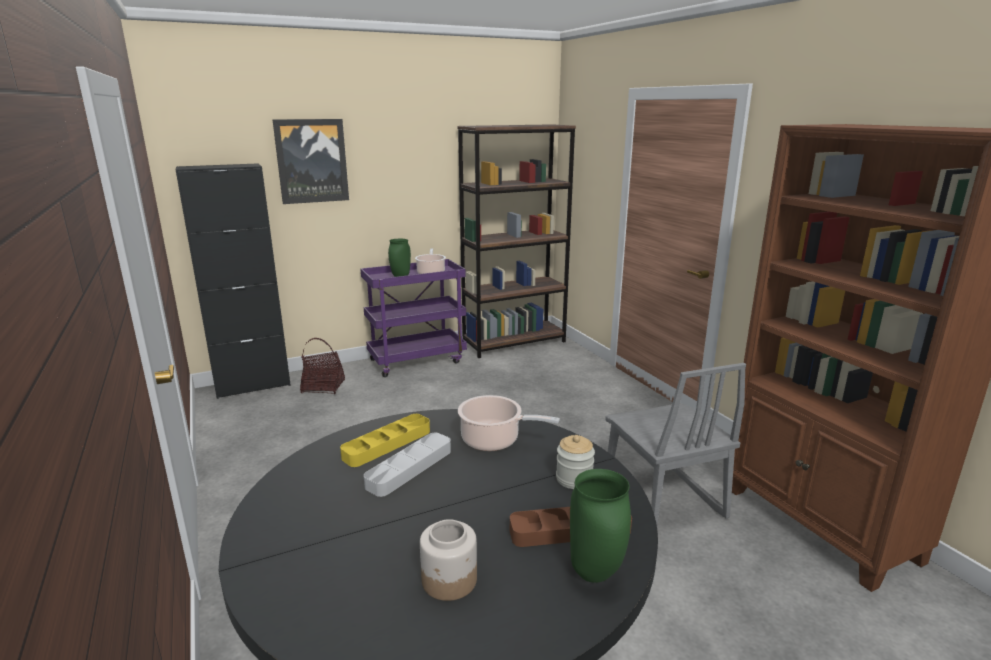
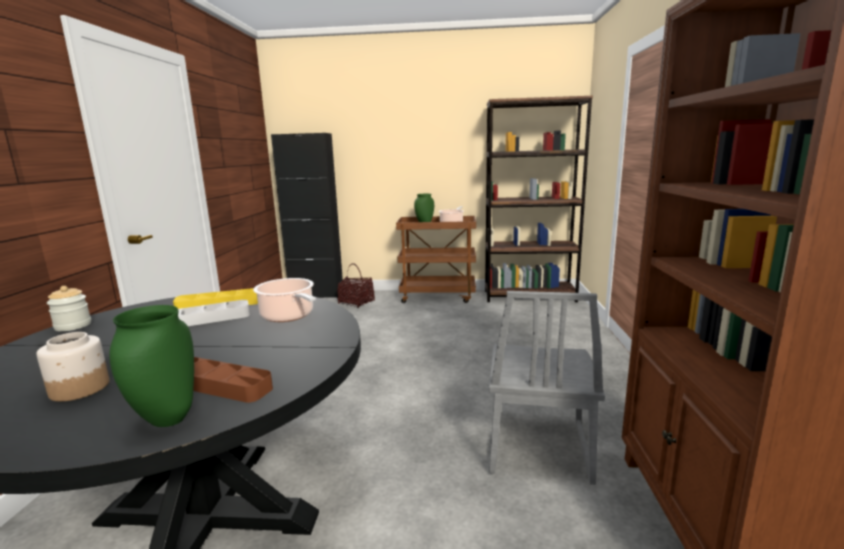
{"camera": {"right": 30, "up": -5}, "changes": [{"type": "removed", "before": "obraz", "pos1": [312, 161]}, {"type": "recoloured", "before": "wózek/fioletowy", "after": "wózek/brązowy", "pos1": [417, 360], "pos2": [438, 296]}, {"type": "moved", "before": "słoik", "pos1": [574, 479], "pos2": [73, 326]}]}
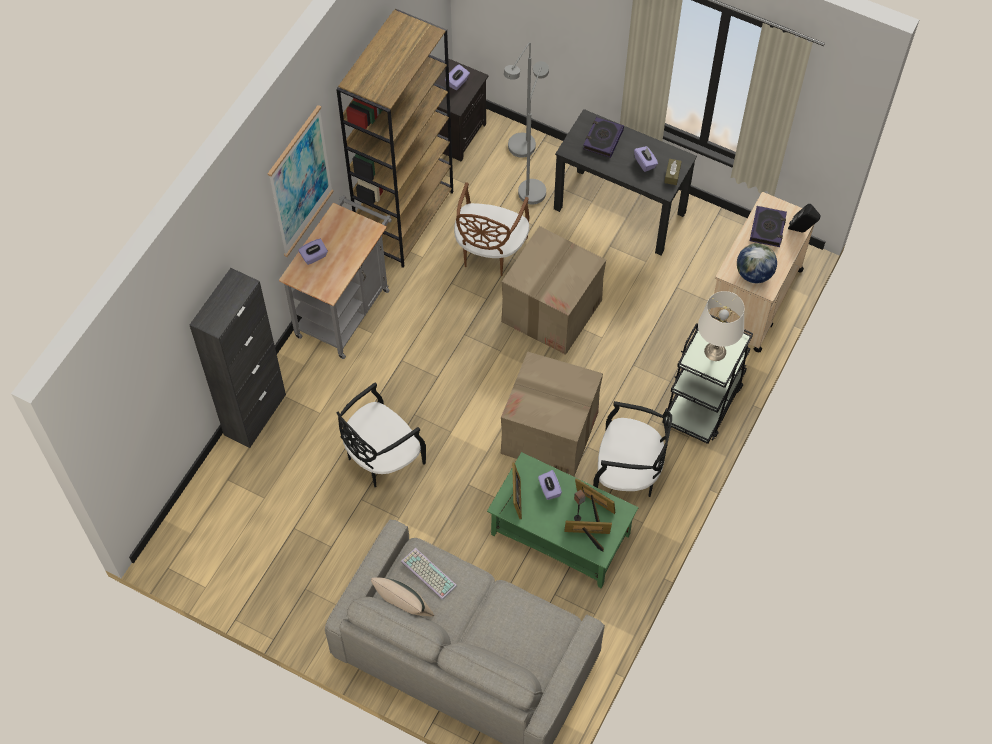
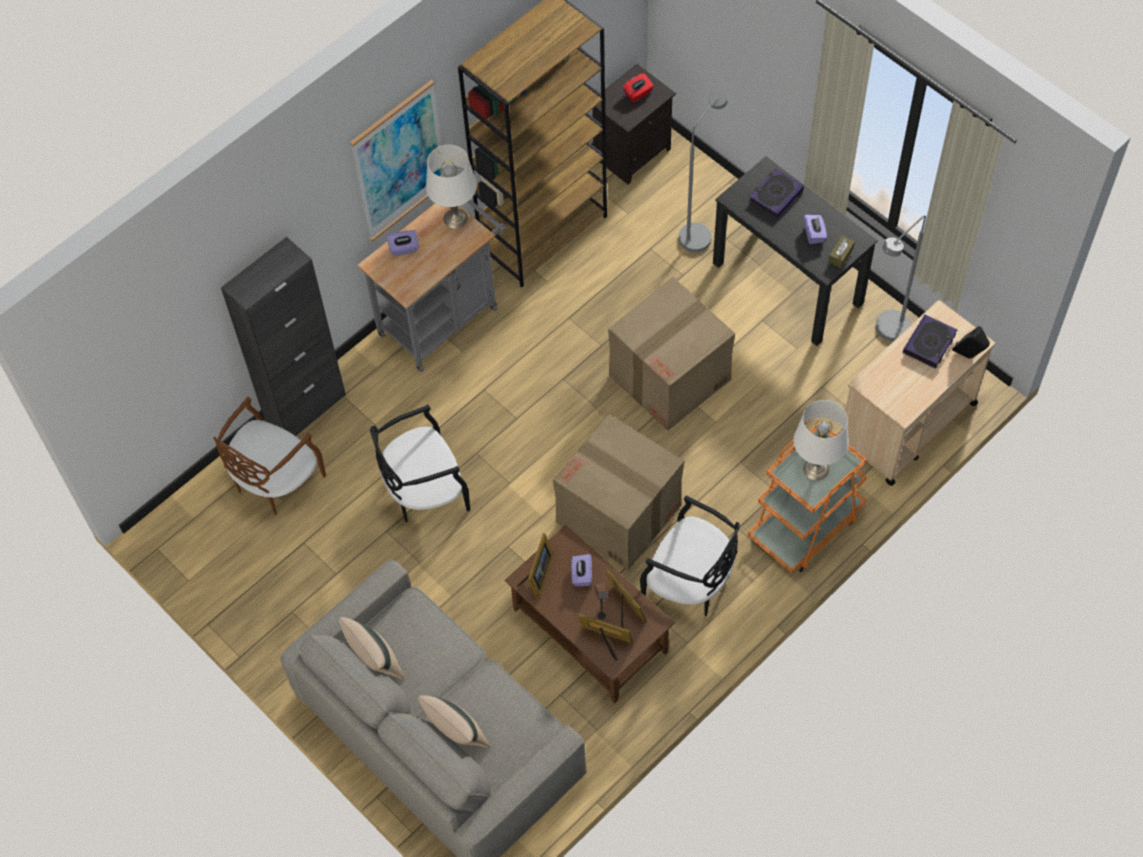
{"camera": {"right": 20, "up": 0}, "changes": [{"type": "removed", "before": "klawiatura", "pos1": [427, 574]}, {"type": "recoloured", "before": "pudełko chusteczek/fioletowy", "after": "pudełko chusteczek/czerwony", "pos1": [457, 82], "pos2": [638, 93]}, {"type": "moved", "before": "krzesło/brązowy", "pos1": [489, 251], "pos2": [275, 481]}, {"type": "recoloured", "before": "ława/zielony", "after": "ława/brązowy", "pos1": [559, 534], "pos2": [588, 630]}, {"type": "moved", "before": "lampa stojąca/szary", "pos1": [519, 152], "pos2": [887, 334]}, {"type": "recoloured", "before": "wózek/czarny", "after": "wózek/pomarańczowy", "pos1": [703, 402], "pos2": [805, 525]}, {"type": "removed", "before": "globus", "pos1": [753, 274]}, {"type": "added", "after": "poduszka/beżowy", "pos2": [456, 734]}, {"type": "added", "after": "lampa stołowa/biały", "pos2": [455, 218]}]}
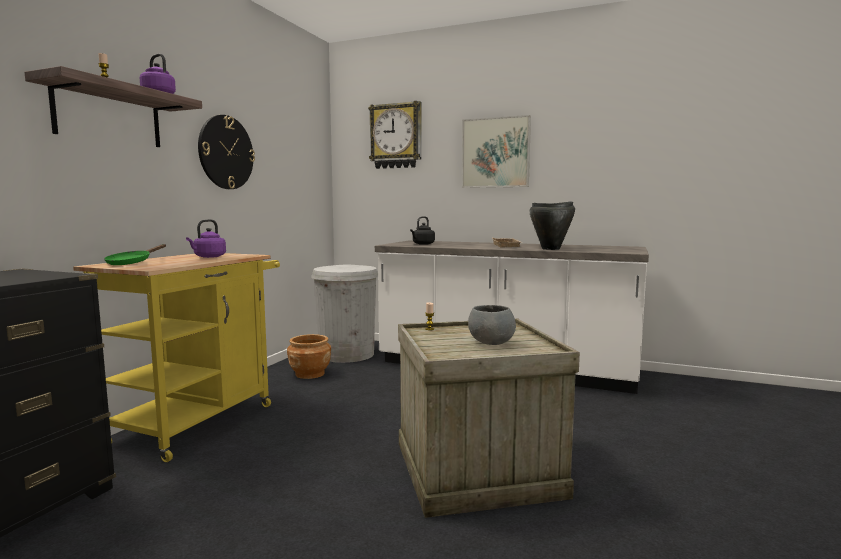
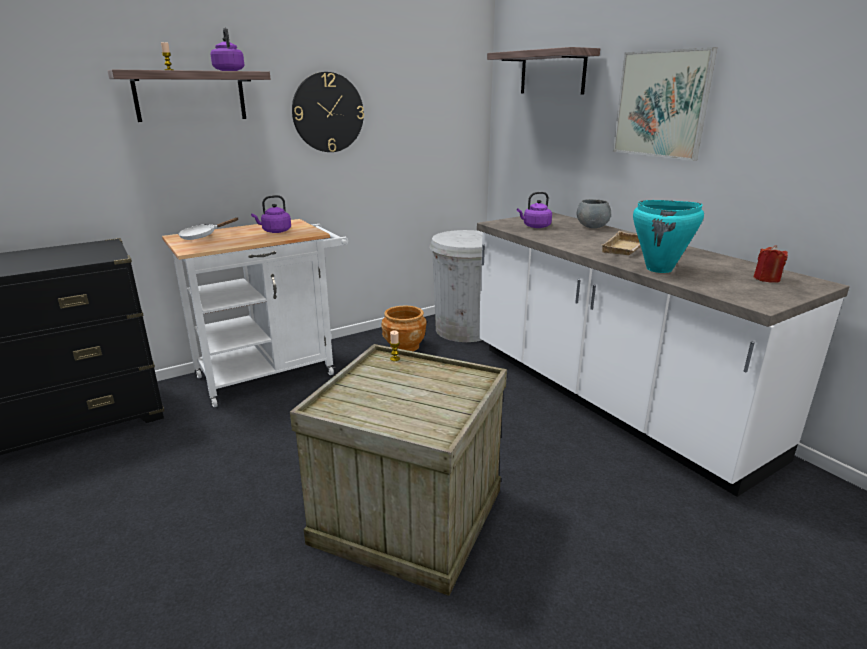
{"camera": {"right": 35, "up": 15}, "changes": [{"type": "recoloured", "before": "wózek/żółty", "after": "wózek/biały", "pos1": [201, 420], "pos2": [274, 373]}, {"type": "recoloured", "before": "patelnia/zielony", "after": "patelnia/biały", "pos1": [132, 263], "pos2": [202, 236]}, {"type": "replaced", "before": "zegar ścienny", "after": "półka", "pos1": [396, 136], "pos2": [552, 72]}, {"type": "recoloured", "before": "czajnik/czarny", "after": "czajnik/fioletowy", "pos1": [422, 244], "pos2": [535, 226]}, {"type": "moved", "before": "miska/szary", "pos1": [491, 343], "pos2": [592, 227]}, {"type": "recoloured", "before": "garnek/czarny", "after": "garnek/turkusowy", "pos1": [551, 249], "pos2": [659, 269]}, {"type": "added", "after": "świeca/czerwony", "pos2": [766, 279]}]}
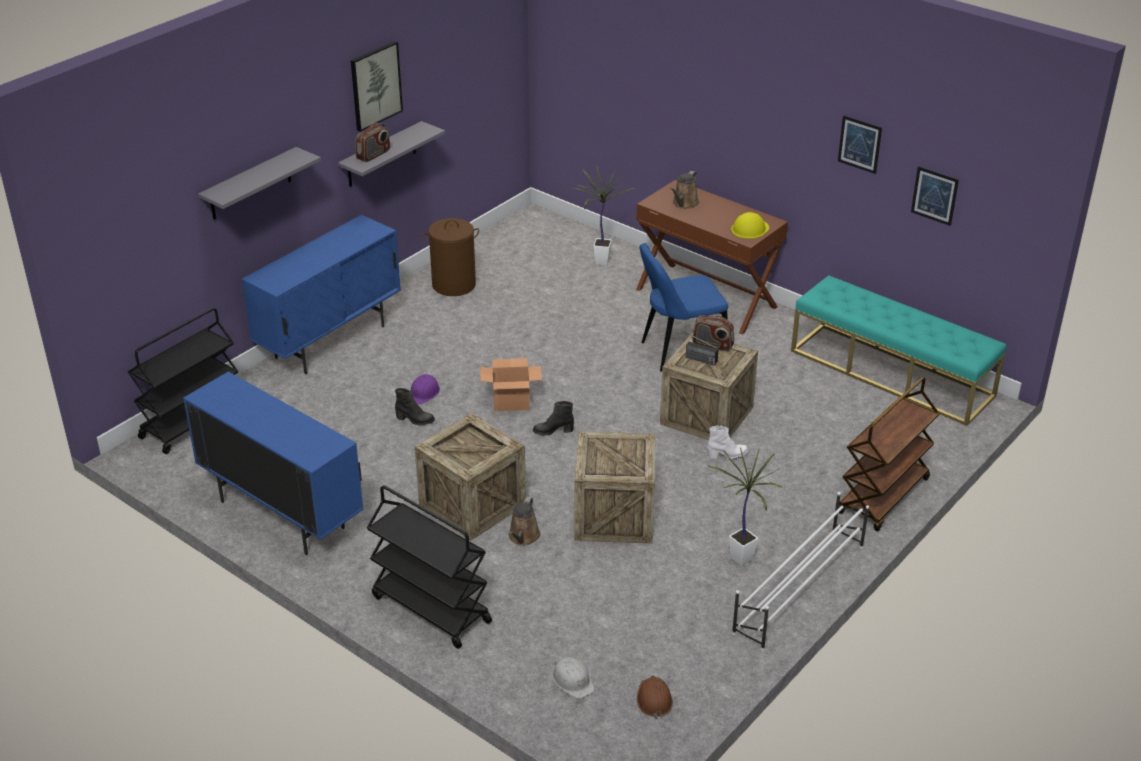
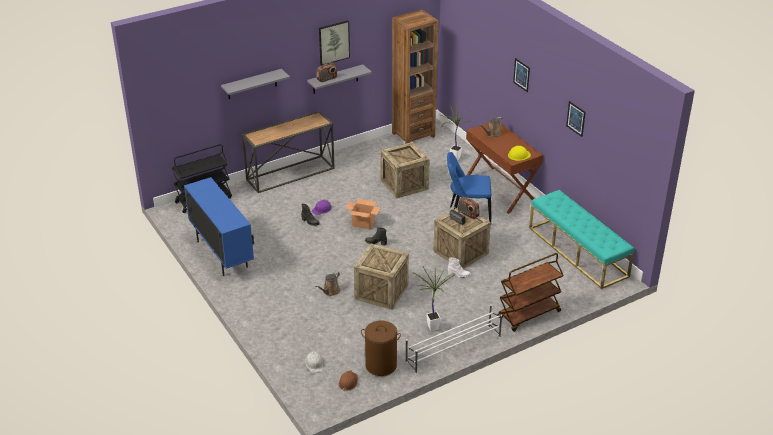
{"camera": {"right": 20, "up": 0}, "changes": [{"type": "replaced", "before": "szafka/niebieski", "after": "stolik konsolowy", "pos1": [330, 342], "pos2": [290, 173]}, {"type": "removed", "before": "wózek/czarny", "pos1": [430, 609]}, {"type": "moved", "before": "skrzynka", "pos1": [472, 505], "pos2": [404, 184]}, {"type": "moved", "before": "kosz na pranie/brązowy", "pos1": [453, 285], "pos2": [380, 365]}, {"type": "moved", "before": "obraz", "pos1": [934, 195], "pos2": [521, 75]}, {"type": "added", "after": "regał/brązowy", "pos2": [413, 135]}]}
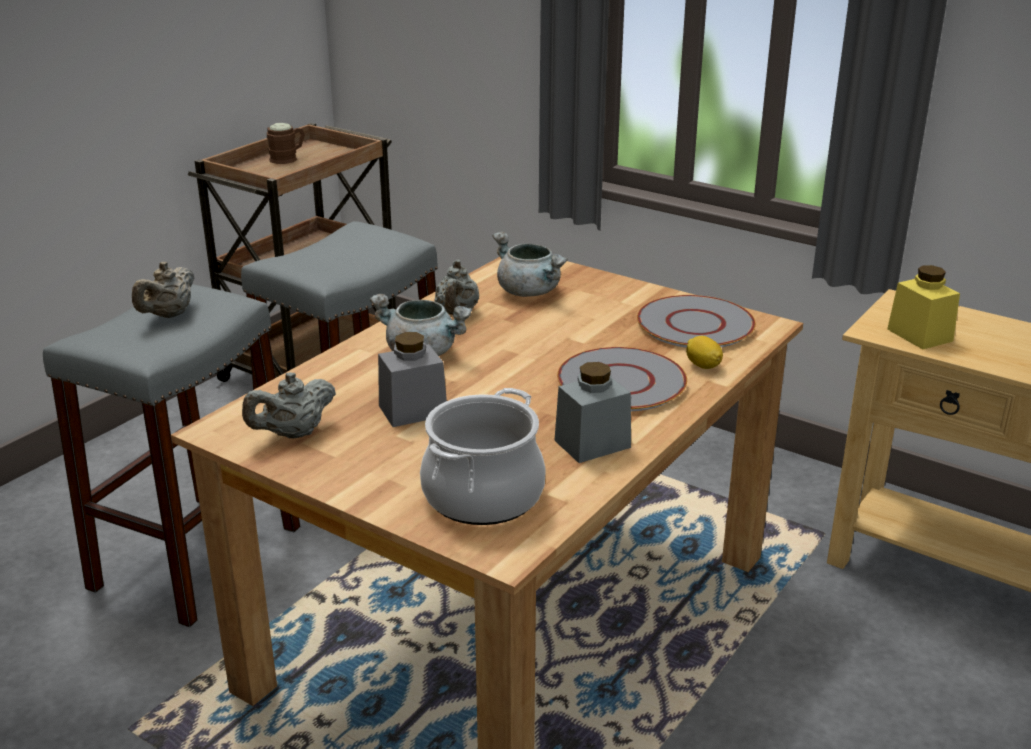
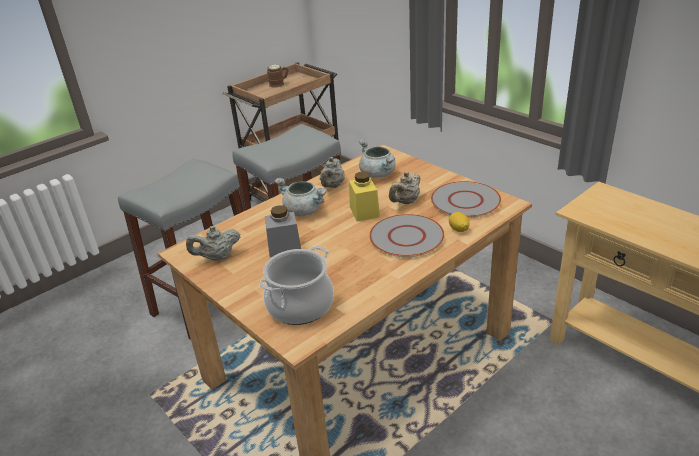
{"camera": {"right": 15, "up": 5}, "changes": [{"type": "moved", "before": "imbryk/beżowy", "pos1": [169, 315], "pos2": [405, 202]}, {"type": "removed", "before": "słoik/szary", "pos1": [592, 444]}, {"type": "moved", "before": "słoik/żółty", "pos1": [919, 335], "pos2": [364, 211]}]}
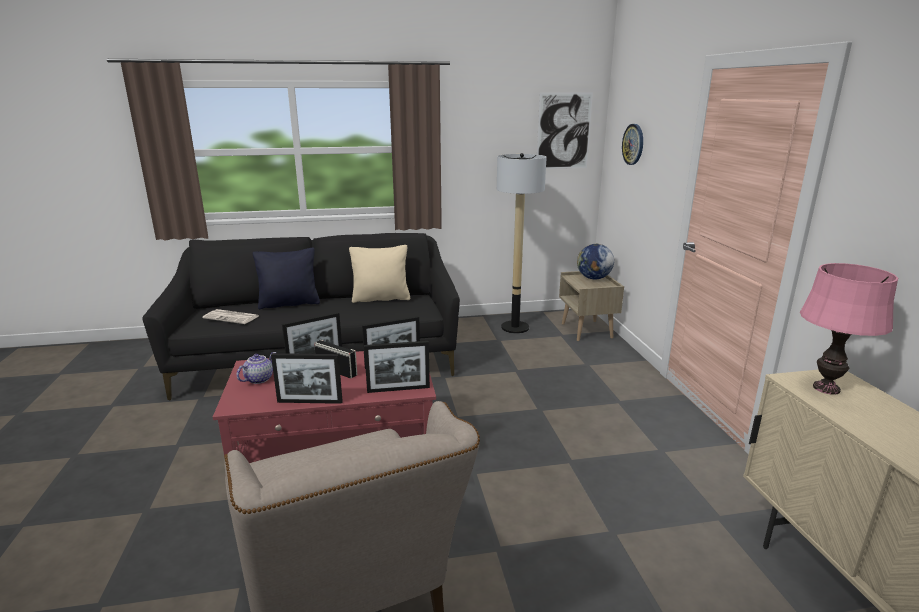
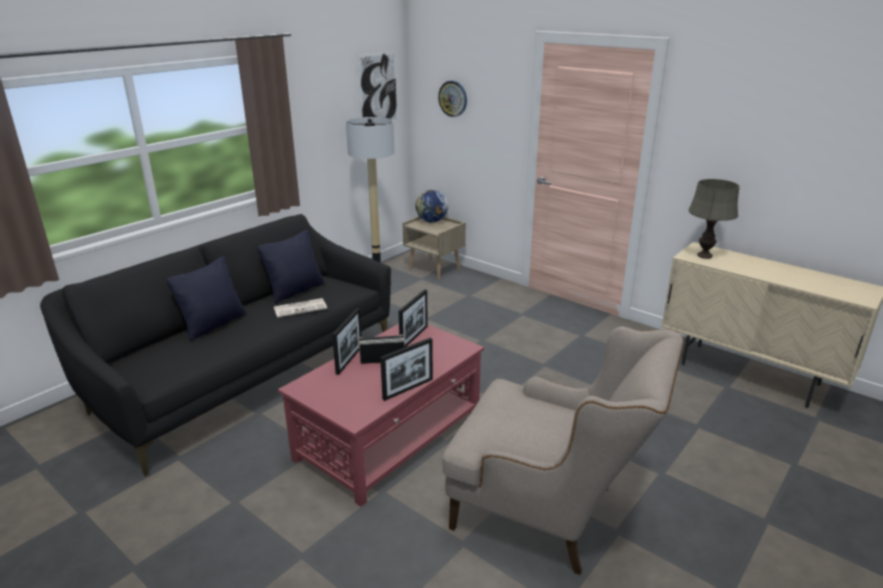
{"camera": {"right": -40, "up": 5}, "changes": [{"type": "moved", "before": "gazeta", "pos1": [232, 317], "pos2": [301, 308]}, {"type": "removed", "before": "imbryk", "pos1": [259, 379]}, {"type": "recoloured", "before": "poduszka/beżowy", "after": "poduszka/czarny", "pos1": [381, 299], "pos2": [295, 291]}, {"type": "removed", "before": "ramka na zdjęcie", "pos1": [398, 389]}, {"type": "recoloured", "before": "lampa stołowa/różowy", "after": "lampa stołowa/szary", "pos1": [825, 388], "pos2": [704, 256]}]}
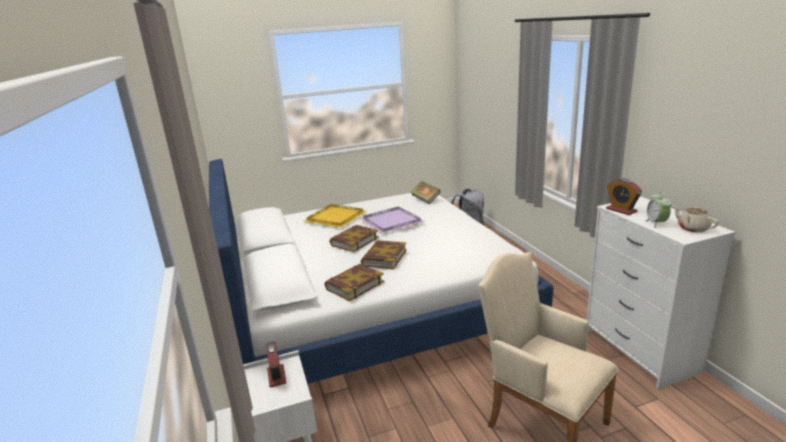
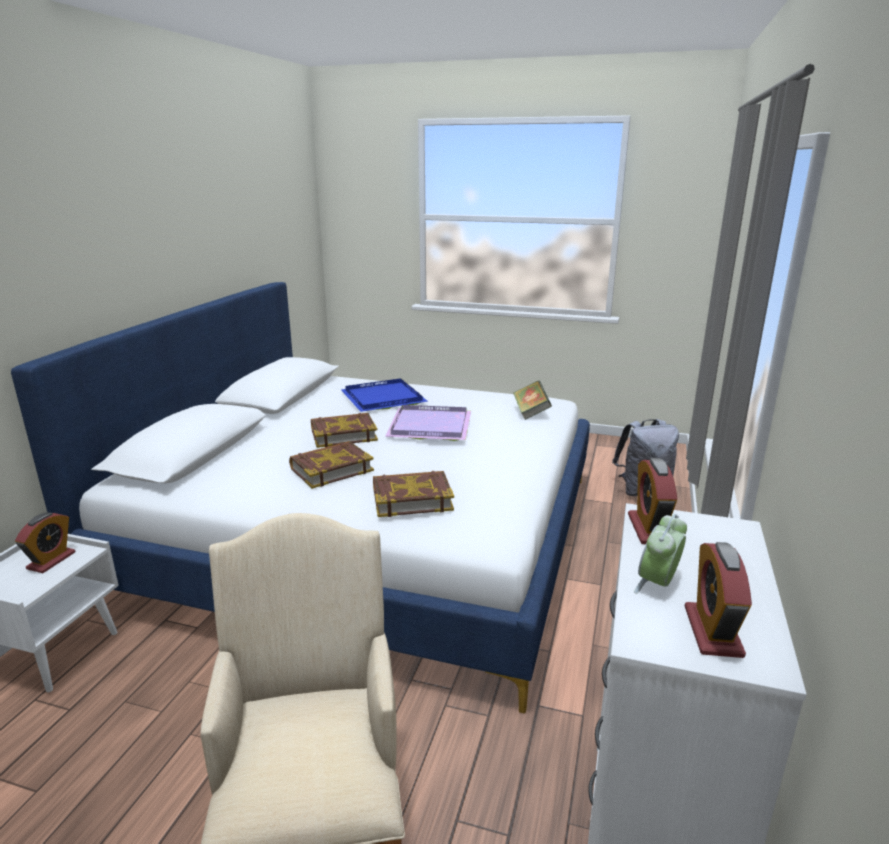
{"camera": {"right": 35, "up": 0}, "changes": [{"type": "recoloured", "before": "taca/żółty", "after": "taca/niebieski", "pos1": [334, 218], "pos2": [381, 398]}, {"type": "moved", "before": "książka", "pos1": [354, 285], "pos2": [412, 499]}, {"type": "replaced", "before": "imbryk/beżowy", "after": "budzik", "pos1": [692, 228], "pos2": [712, 631]}]}
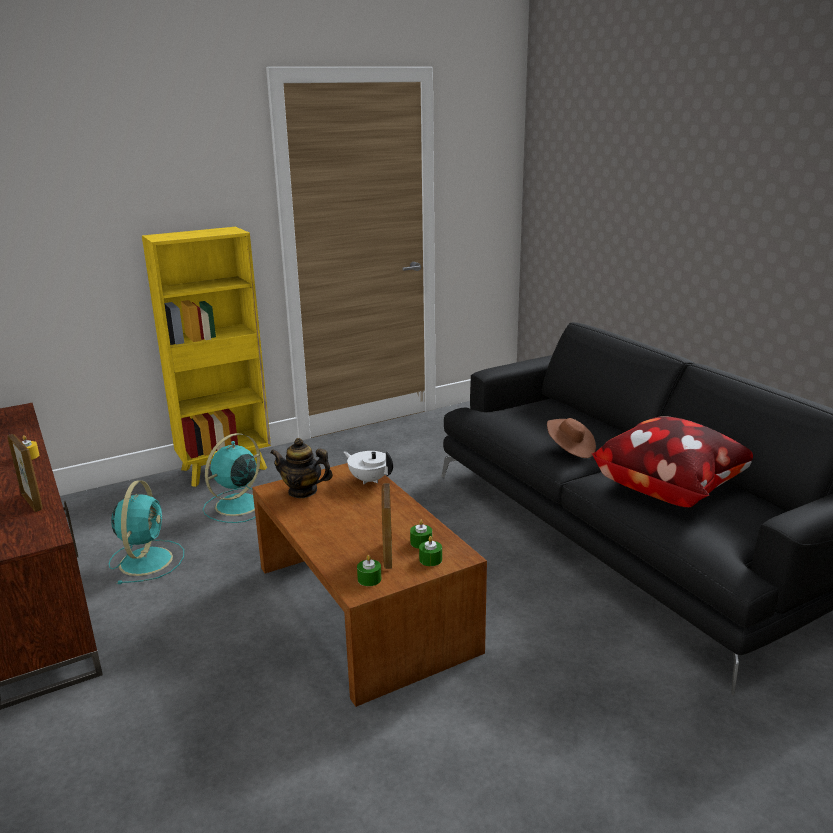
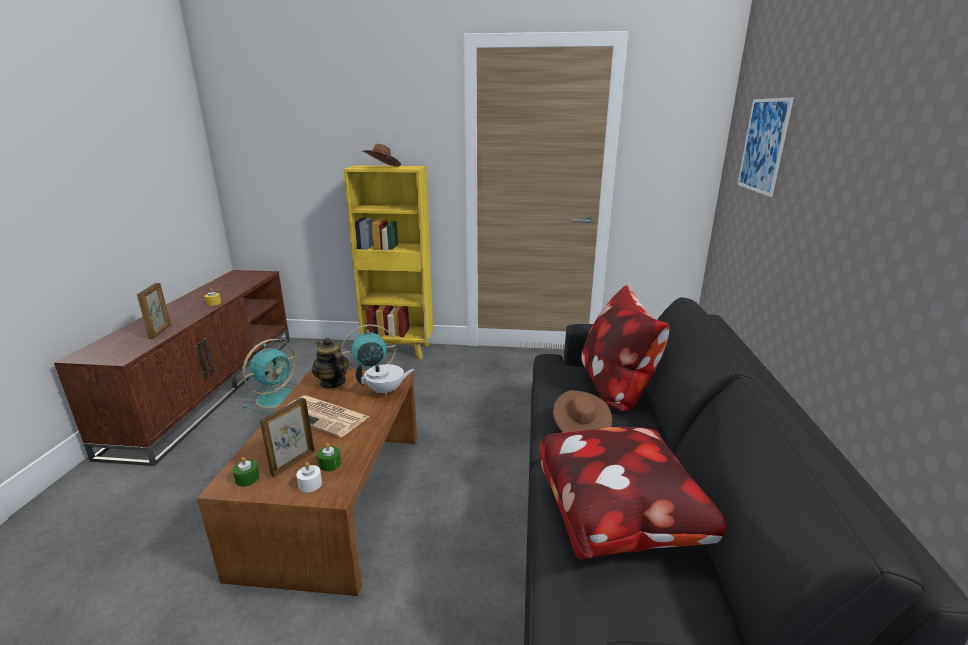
{"camera": {"right": 35, "up": 0}, "changes": [{"type": "turned", "before": "imbryk/biały", "pos1": [369, 479], "pos2": [386, 391], "turn": 90}, {"type": "recoloured", "before": "świeca/zielony", "after": "świeca/biały", "pos1": [430, 559], "pos2": [310, 484]}, {"type": "added", "after": "gazeta", "pos2": [324, 416]}, {"type": "added", "after": "kapelusz/brązowy", "pos2": [382, 167]}, {"type": "added", "after": "poduszka", "pos2": [616, 387]}, {"type": "added", "after": "obraz", "pos2": [763, 145]}]}
